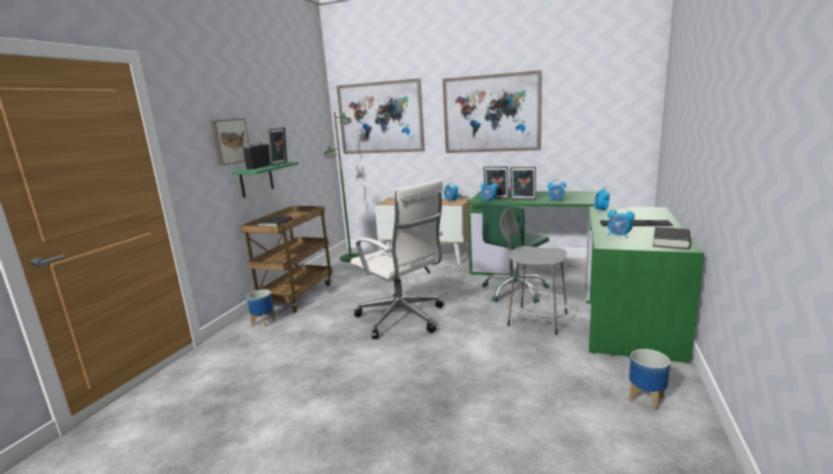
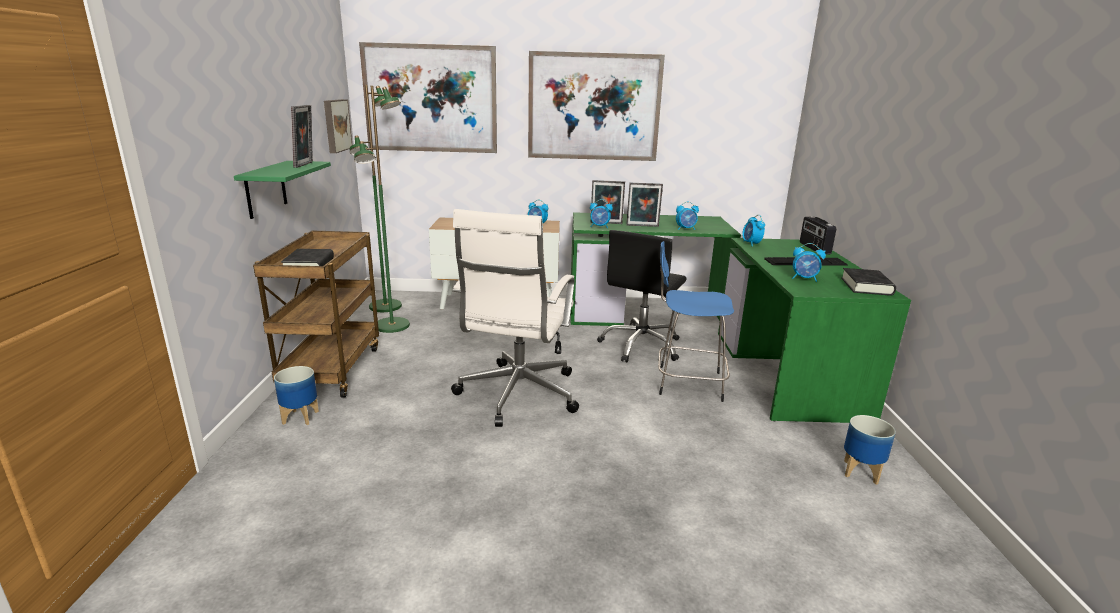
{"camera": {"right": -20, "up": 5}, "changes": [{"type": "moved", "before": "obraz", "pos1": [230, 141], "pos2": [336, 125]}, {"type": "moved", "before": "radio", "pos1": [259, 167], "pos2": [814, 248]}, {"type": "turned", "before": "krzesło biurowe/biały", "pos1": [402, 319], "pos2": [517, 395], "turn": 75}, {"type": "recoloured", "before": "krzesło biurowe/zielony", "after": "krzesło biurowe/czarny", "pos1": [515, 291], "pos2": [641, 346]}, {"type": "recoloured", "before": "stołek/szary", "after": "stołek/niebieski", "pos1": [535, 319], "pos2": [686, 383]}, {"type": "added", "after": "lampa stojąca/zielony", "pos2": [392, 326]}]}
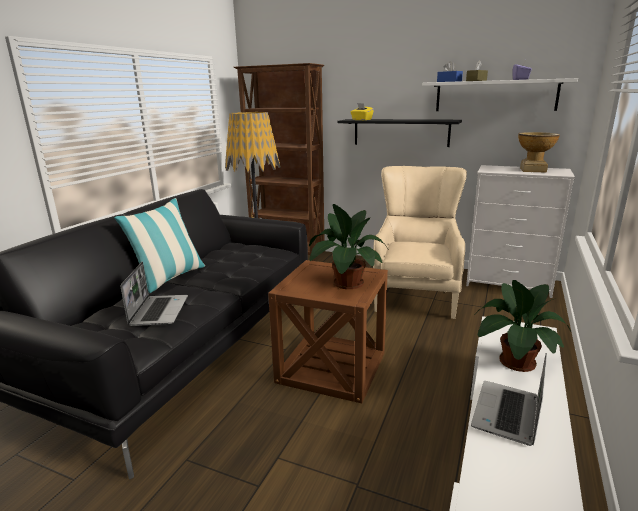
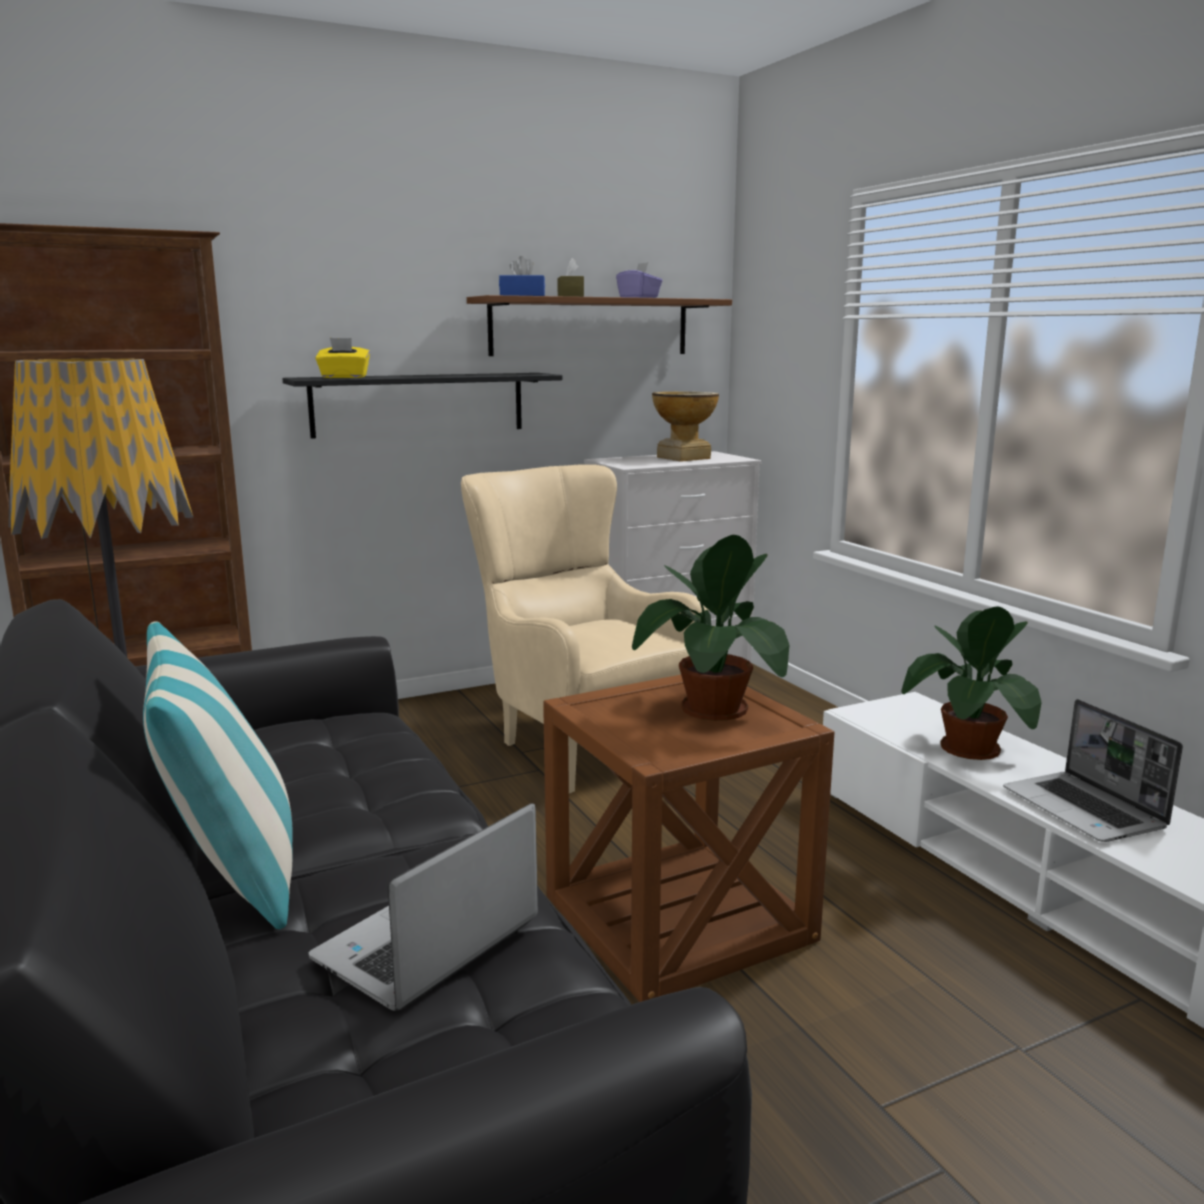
{"camera": {"right": -50, "up": -5}, "changes": [{"type": "turned", "before": "laptop", "pos1": [159, 311], "pos2": [427, 944], "turn": -90}, {"type": "recoloured", "before": "półka/biały", "after": "półka/brązowy", "pos1": [495, 96], "pos2": [590, 327]}]}
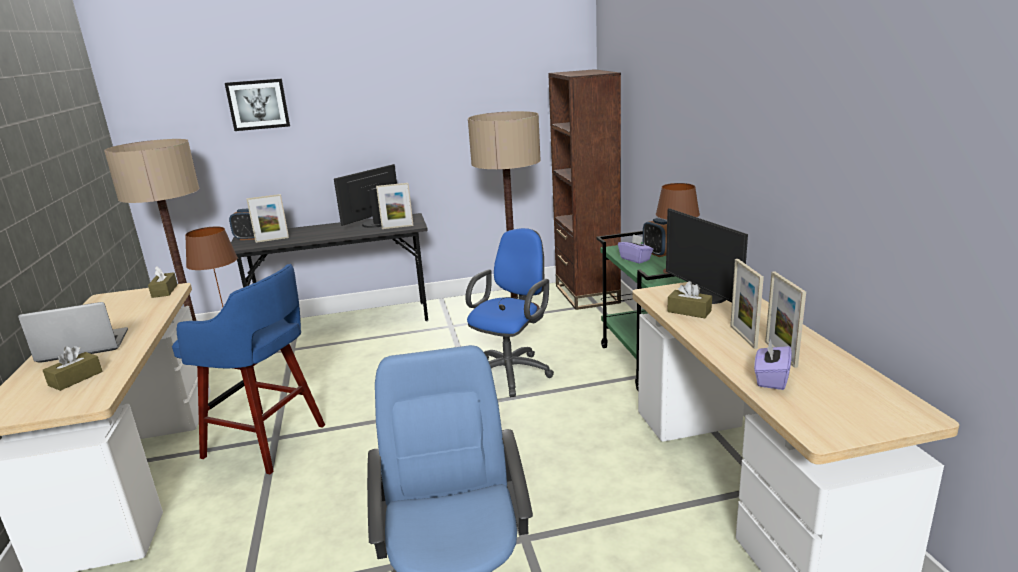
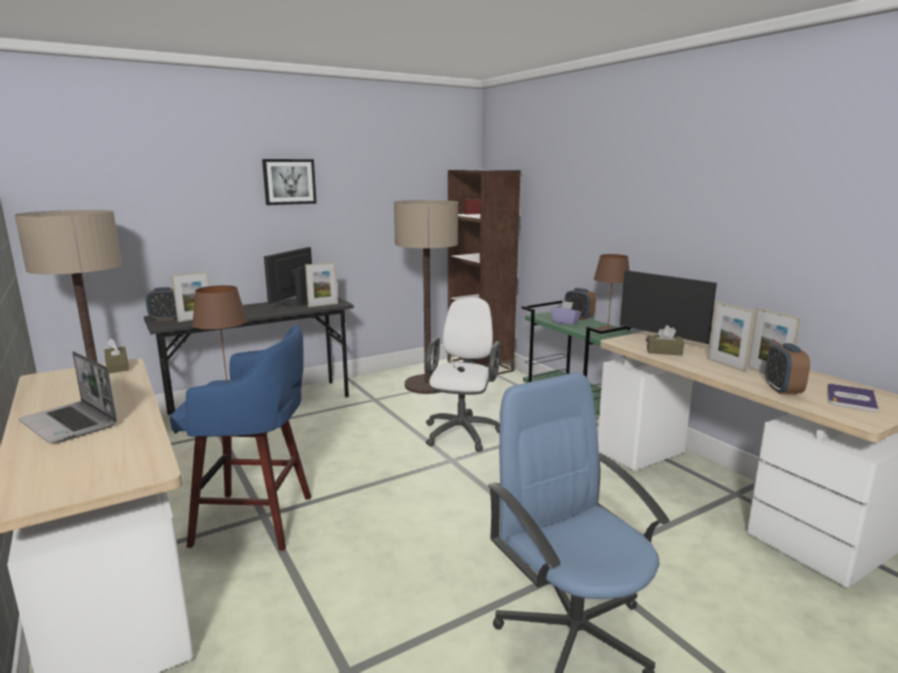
{"camera": {"right": -20, "up": -5}, "changes": [{"type": "turned", "before": "laptop", "pos1": [82, 347], "pos2": [71, 423], "turn": -105}, {"type": "removed", "before": "pudełko chusteczek/brązowy", "pos1": [75, 378]}, {"type": "moved", "before": "obraz", "pos1": [258, 104], "pos2": [289, 181]}, {"type": "recoloured", "before": "krzesło biurowe/niebieski", "after": "krzesło biurowe/biały", "pos1": [512, 372], "pos2": [463, 431]}, {"type": "replaced", "before": "pudełko chusteczek/fioletowy", "after": "budzik", "pos1": [771, 379], "pos2": [782, 390]}, {"type": "added", "after": "książka", "pos2": [851, 398]}]}
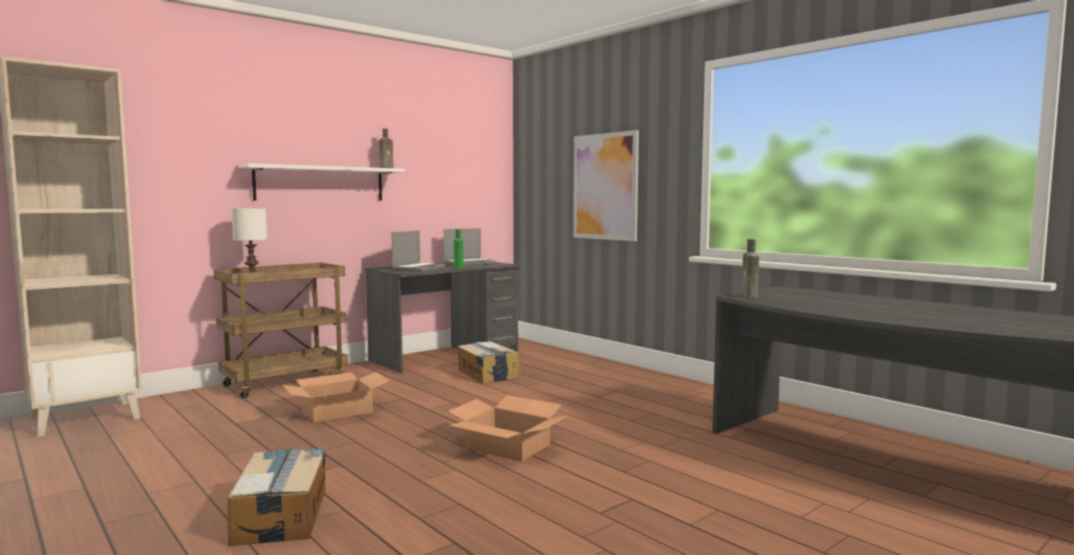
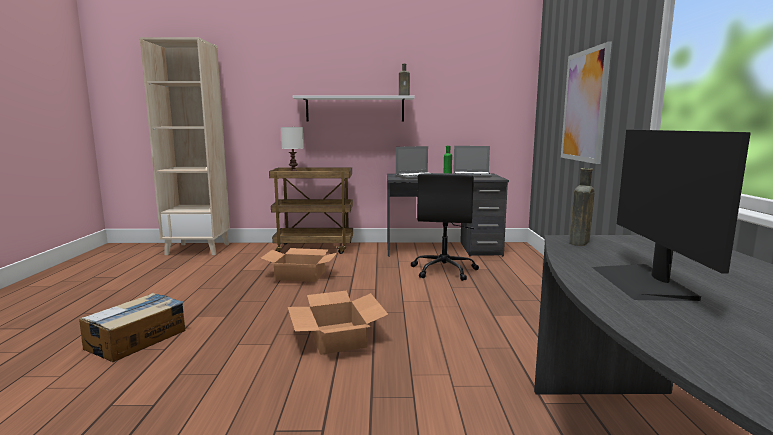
{"camera": {"right": 40, "up": 5}, "changes": [{"type": "replaced", "before": "karton", "after": "krzesło biurowe/czarny", "pos1": [487, 374], "pos2": [444, 270]}, {"type": "added", "after": "monitor", "pos2": [643, 282]}]}
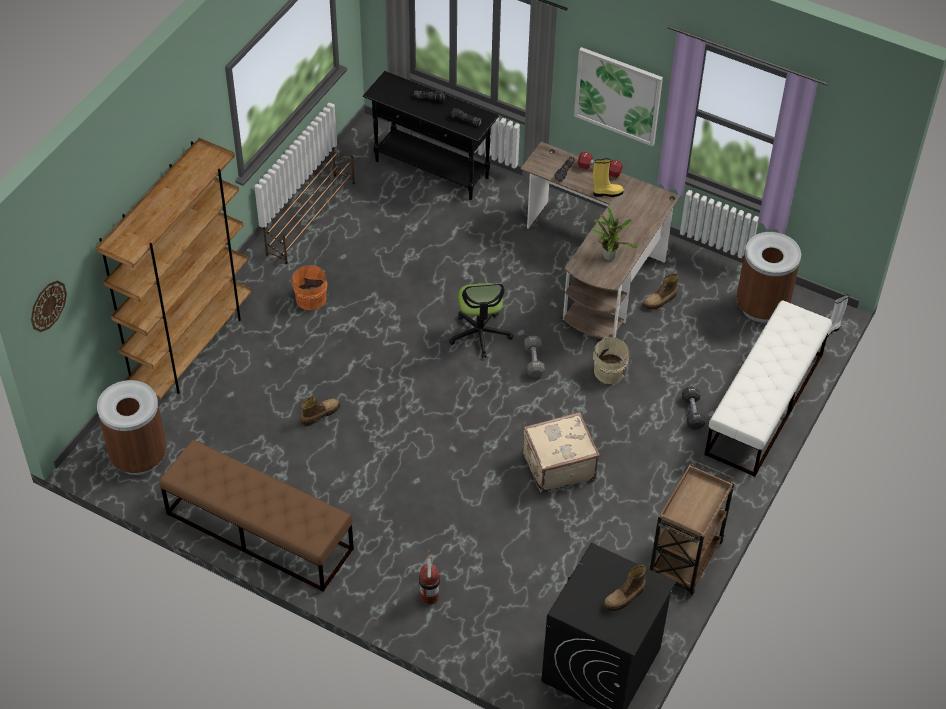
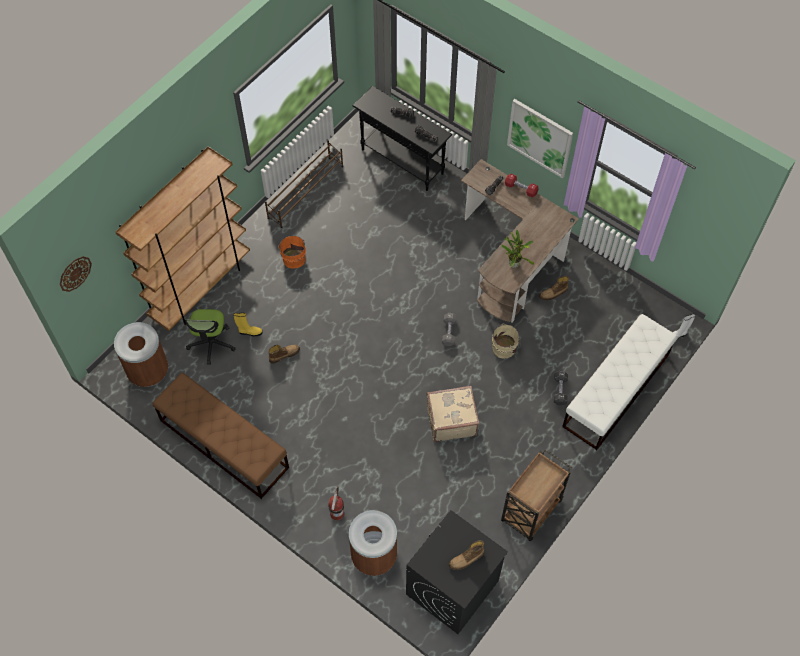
{"camera": {"right": 10, "up": 10}, "changes": [{"type": "moved", "before": "krzesło biurowe", "pos1": [480, 334], "pos2": [211, 343]}, {"type": "moved", "before": "but z cholewką/żółty", "pos1": [607, 193], "pos2": [249, 332]}, {"type": "moved", "before": "kosz na śmieci/brązowy", "pos1": [762, 306], "pos2": [374, 556]}]}
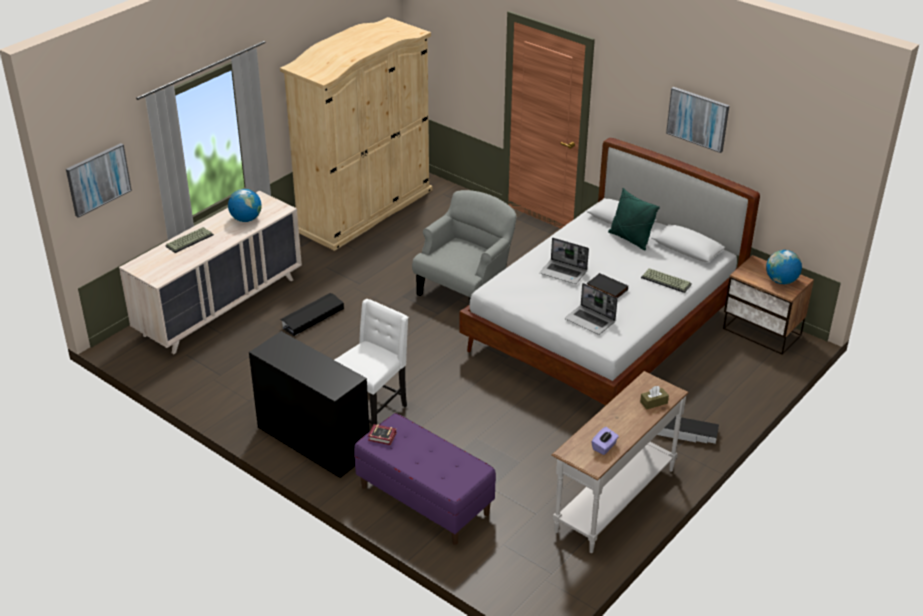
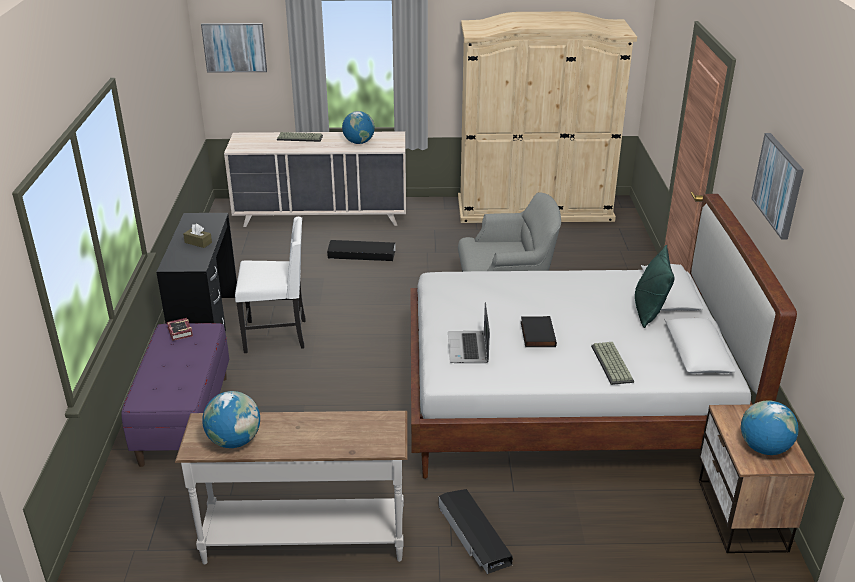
{"camera": {"right": 50, "up": -5}, "changes": [{"type": "removed", "before": "laptop", "pos1": [564, 272]}, {"type": "replaced", "before": "pudełko chusteczek/fioletowy", "after": "globus", "pos1": [604, 447], "pos2": [234, 441]}, {"type": "moved", "before": "pudełko chusteczek/brązowy", "pos1": [653, 402], "pos2": [198, 242]}]}
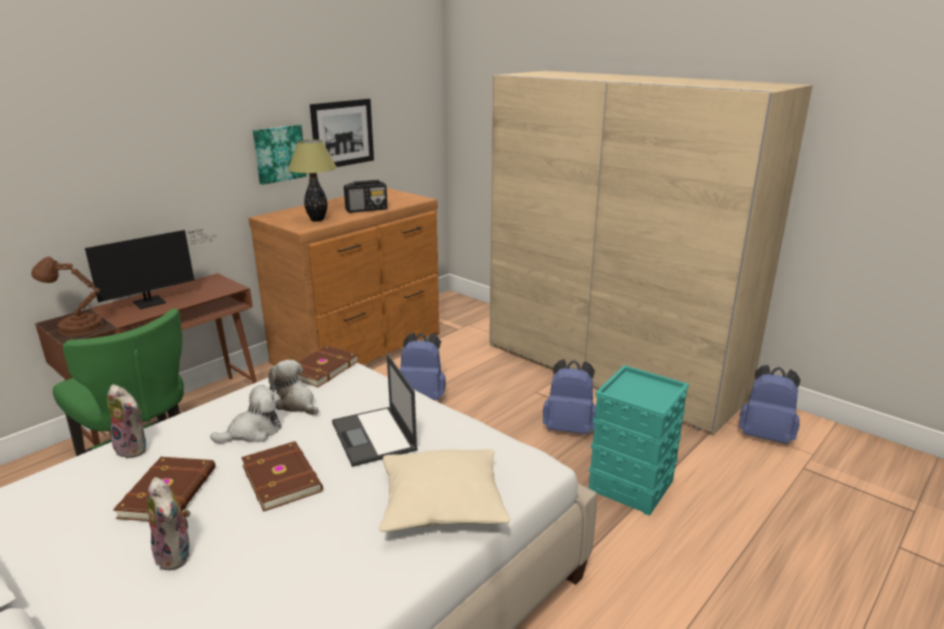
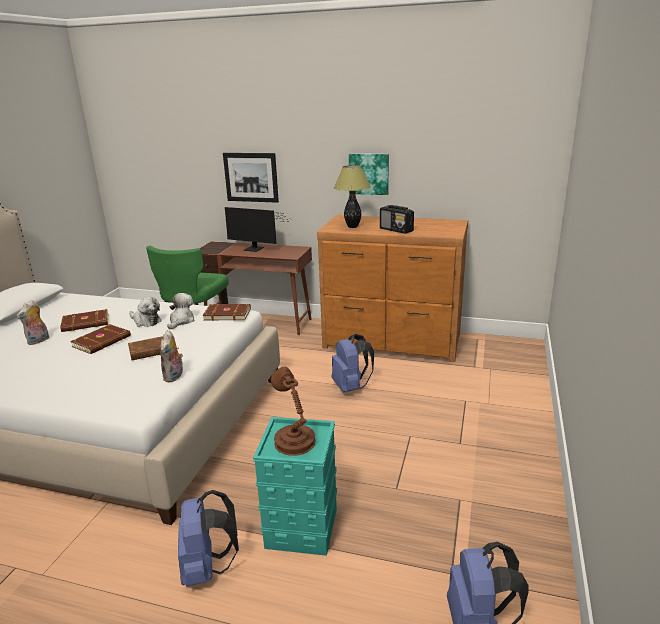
{"camera": {"right": 65, "up": 0}, "changes": [{"type": "moved", "before": "lampa stołowa/brązowy", "pos1": [77, 327], "pos2": [293, 440]}, {"type": "moved", "before": "pluszak", "pos1": [134, 448], "pos2": [174, 377]}, {"type": "moved", "before": "obraz", "pos1": [342, 133], "pos2": [251, 177]}, {"type": "replaced", "before": "laptop", "after": "książka/brązowy", "pos1": [374, 436], "pos2": [151, 351]}, {"type": "removed", "before": "poduszka/beżowy", "pos1": [442, 504]}, {"type": "removed", "before": "szafa/beżowy", "pos1": [610, 370]}, {"type": "moved", "before": "plecak/niebieski", "pos1": [569, 428], "pos2": [207, 568]}]}
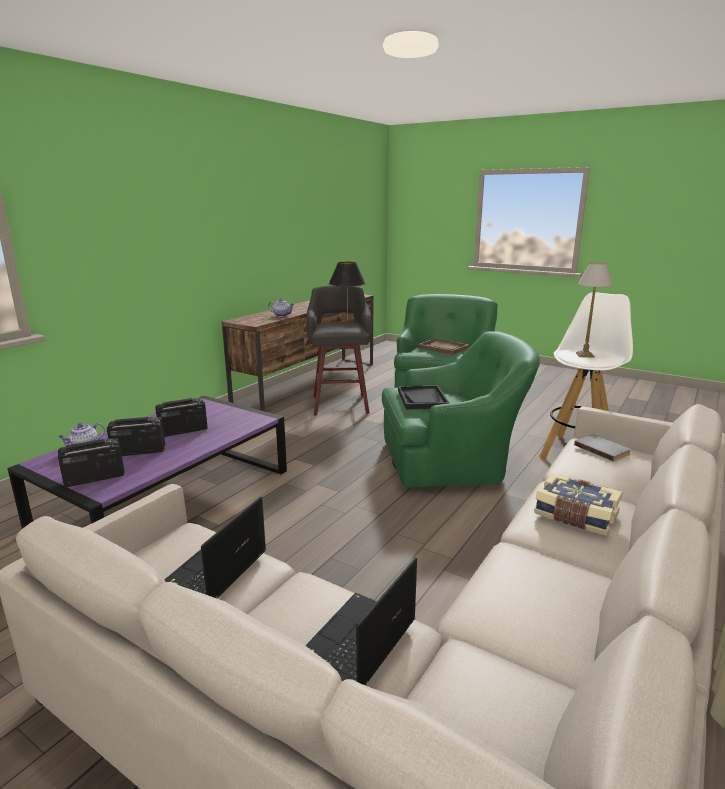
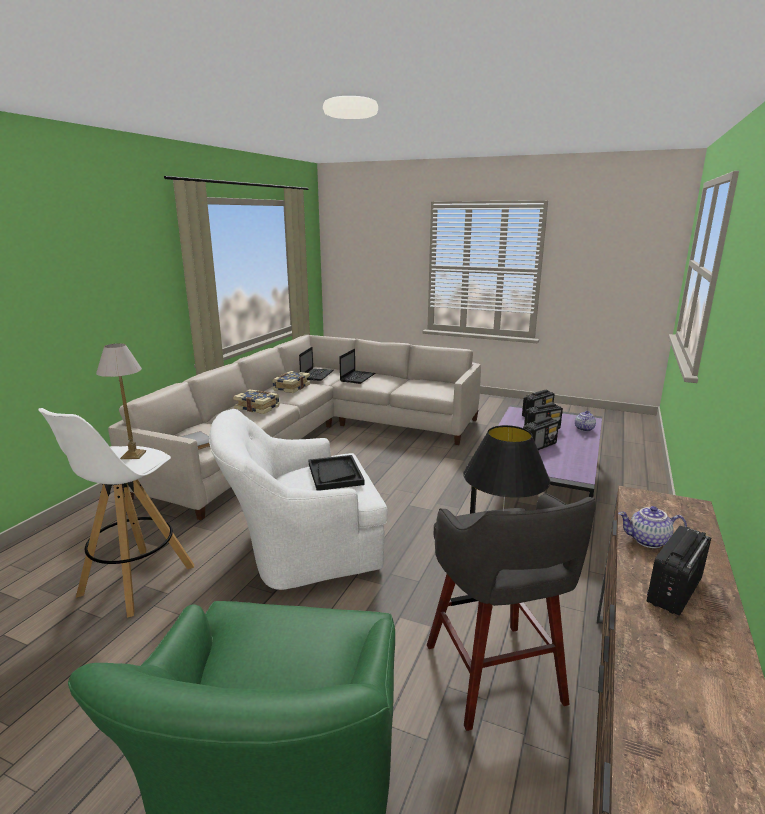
{"camera": {"right": 170, "up": 0}, "changes": [{"type": "moved", "before": "laptop", "pos1": [214, 573], "pos2": [317, 375]}, {"type": "recoloured", "before": "fotel/zielony", "after": "fotel/biały", "pos1": [453, 461], "pos2": [300, 549]}, {"type": "removed", "before": "taca/brązowy", "pos1": [443, 348]}, {"type": "added", "after": "książka", "pos2": [291, 388]}, {"type": "added", "after": "radio", "pos2": [674, 590]}]}
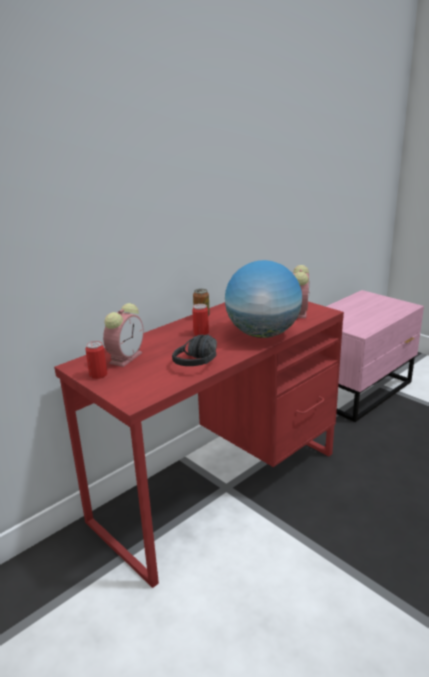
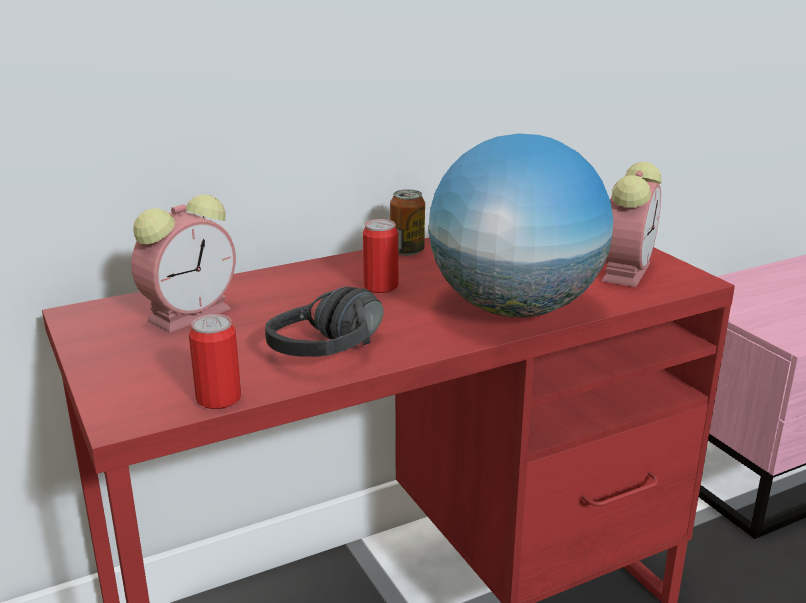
{"camera": {"right": 15, "up": 0}, "changes": [{"type": "moved", "before": "puszka", "pos1": [98, 375], "pos2": [218, 398]}]}
